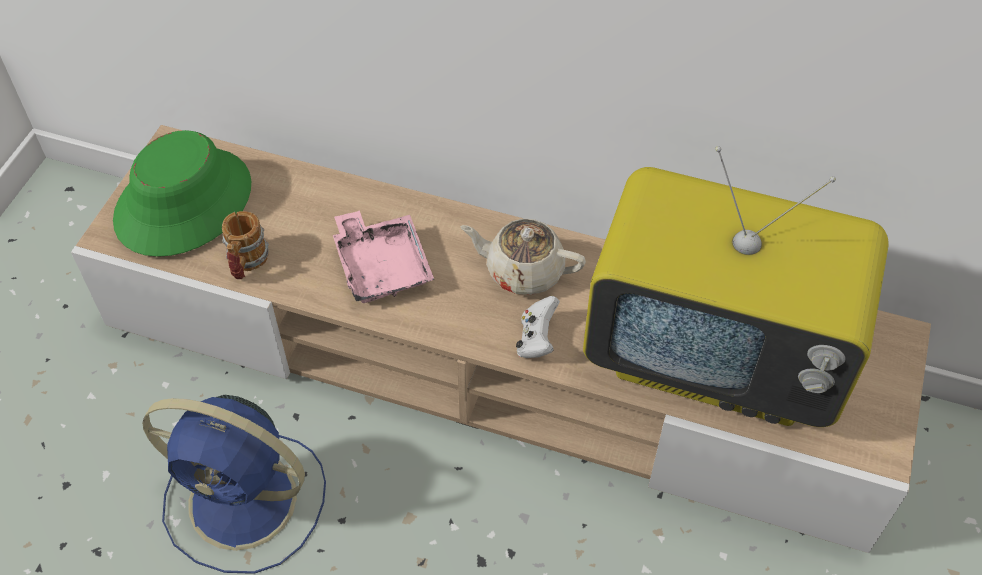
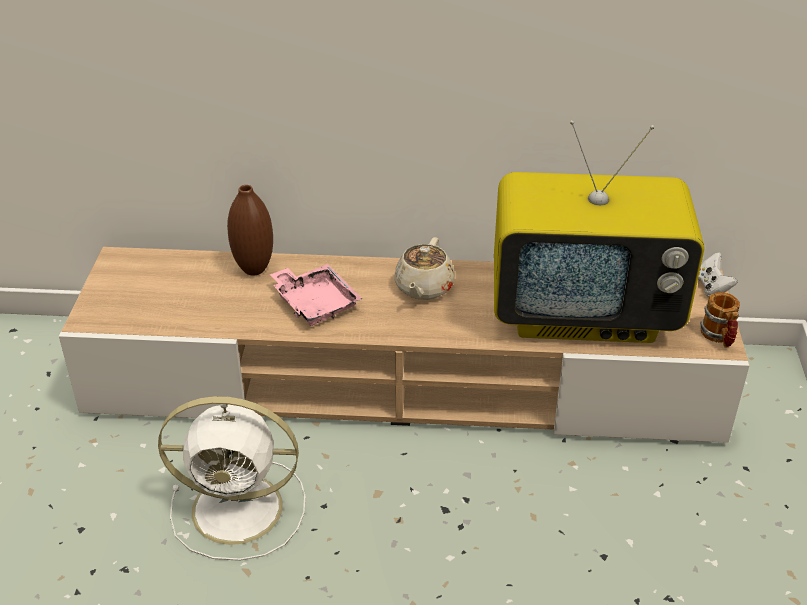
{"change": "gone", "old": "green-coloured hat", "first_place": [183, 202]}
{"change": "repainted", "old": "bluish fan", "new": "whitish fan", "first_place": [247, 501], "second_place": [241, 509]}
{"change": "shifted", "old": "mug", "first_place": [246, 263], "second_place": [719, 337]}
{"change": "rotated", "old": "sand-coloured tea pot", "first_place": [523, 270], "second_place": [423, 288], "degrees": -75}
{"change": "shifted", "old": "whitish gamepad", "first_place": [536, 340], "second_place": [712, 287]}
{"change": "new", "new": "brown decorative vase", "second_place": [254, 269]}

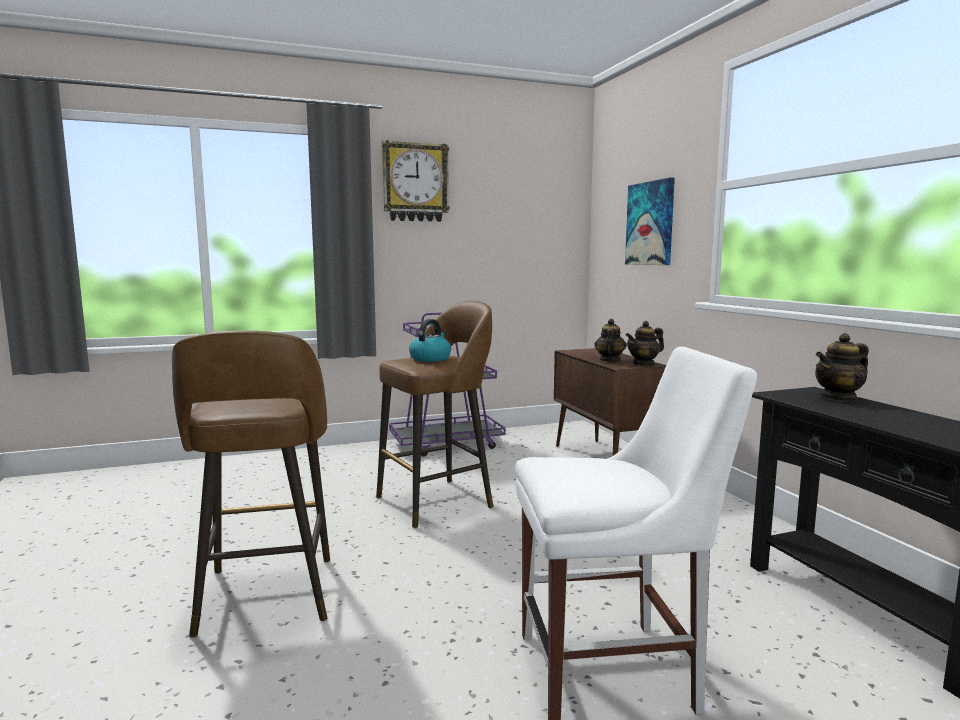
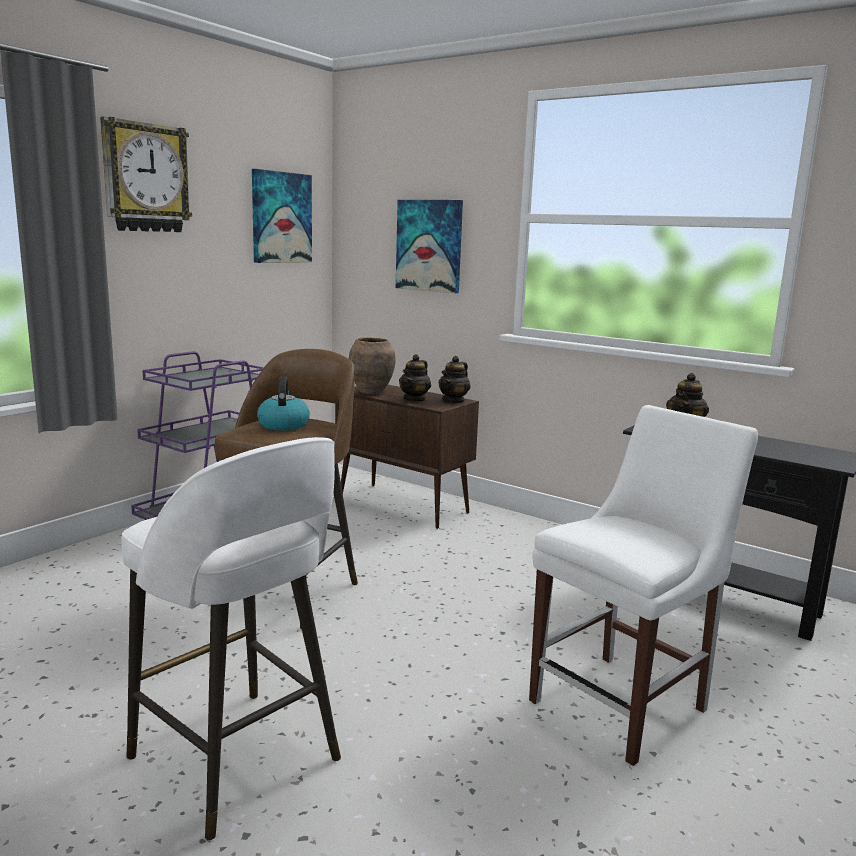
{"change": "repainted", "old": "brown stool seat", "new": "whitish stool seat", "first_place": [266, 597], "second_place": [238, 762]}
{"change": "rotated", "old": "tea pot", "first_place": [609, 360], "second_place": [415, 399], "degrees": -135}
{"change": "new", "new": "wall art", "second_place": [281, 217]}
{"change": "new", "new": "brown decorative vase", "second_place": [371, 392]}

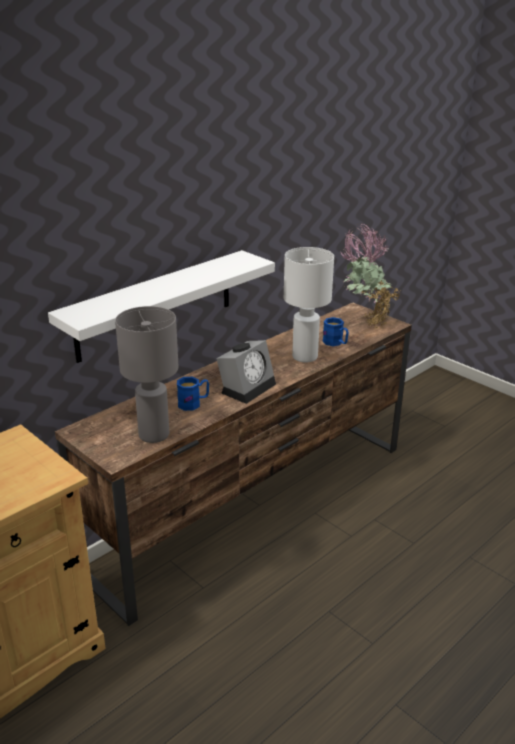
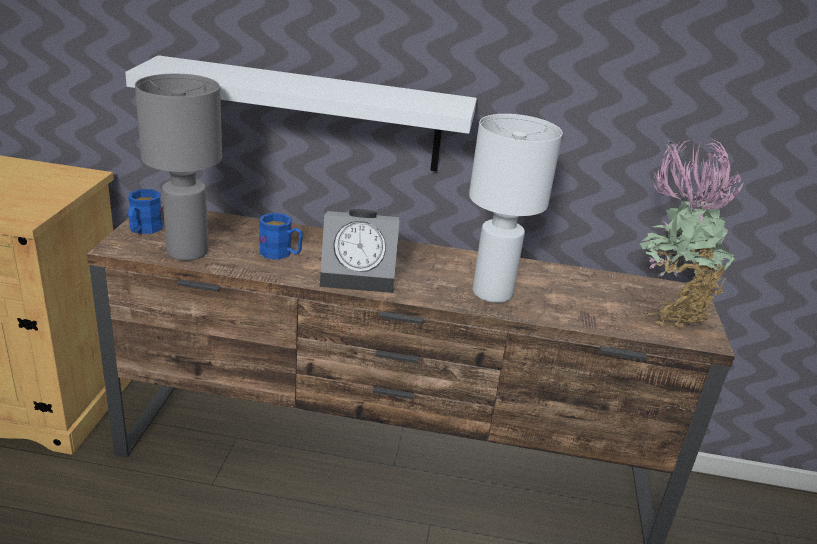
{"change": "shifted", "old": "bluish mug", "first_place": [335, 343], "second_place": [143, 230]}

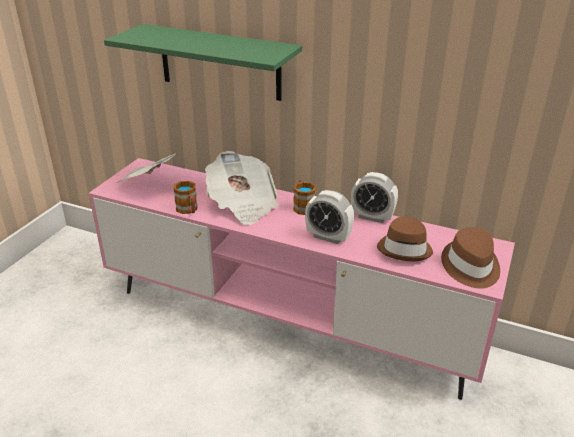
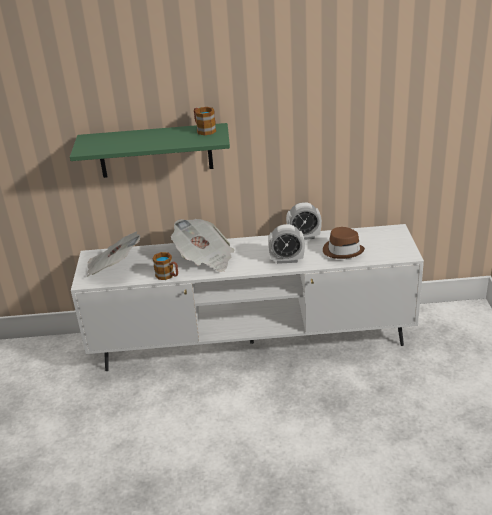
{"change": "repainted", "old": "pink-coloured tv unit", "new": "whitish tv unit", "first_place": [287, 321], "second_place": [252, 342]}
{"change": "shifted", "old": "mug", "first_place": [303, 206], "second_place": [204, 130]}
{"change": "gone", "old": "brown hat", "first_place": [470, 267]}

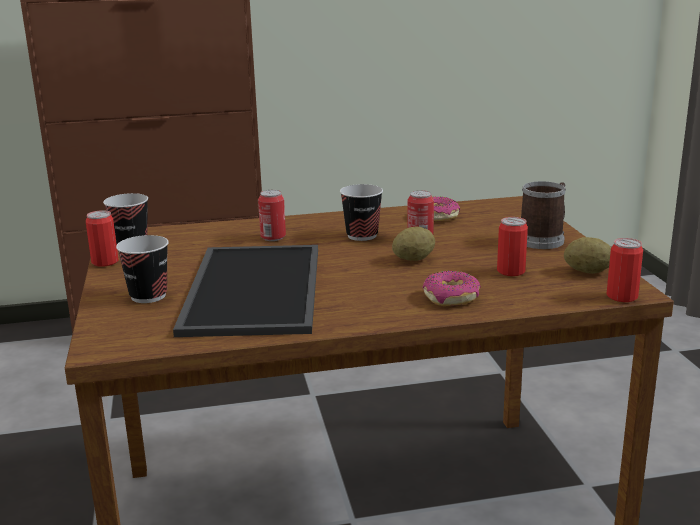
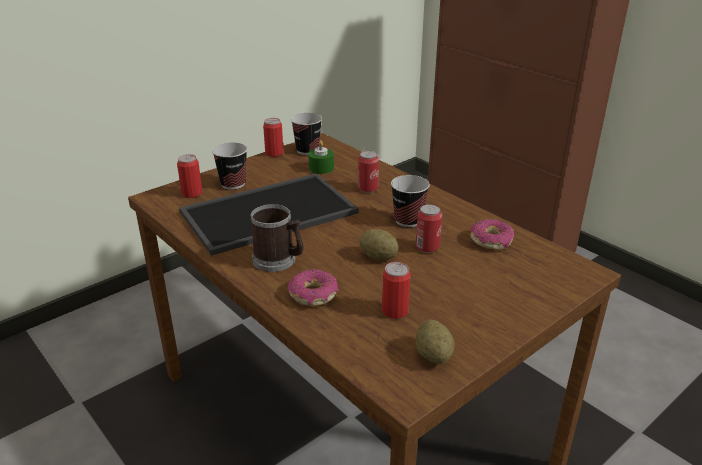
{"change": "shifted", "old": "mug", "first_place": [544, 239], "second_place": [278, 260]}
{"change": "shifted", "old": "sealed can", "first_place": [622, 296], "second_place": [192, 193]}
{"change": "new", "new": "green-coloured wax candle", "second_place": [321, 168]}

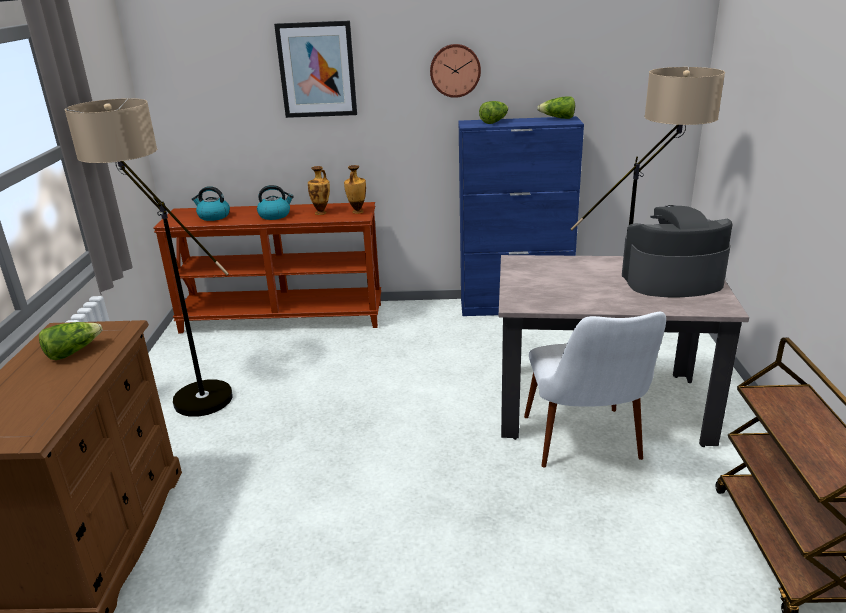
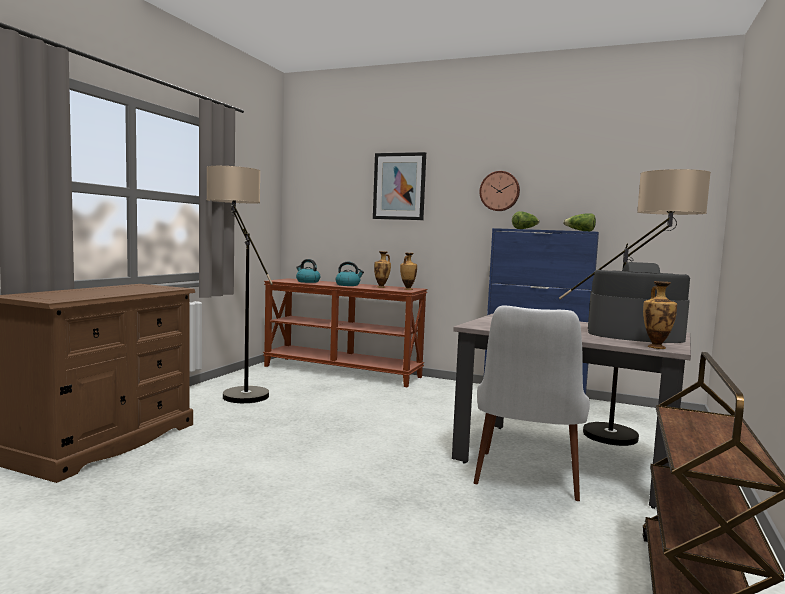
{"change": "gone", "old": "lettuce", "first_place": [73, 352]}
{"change": "new", "new": "decorative vase", "second_place": [656, 347]}

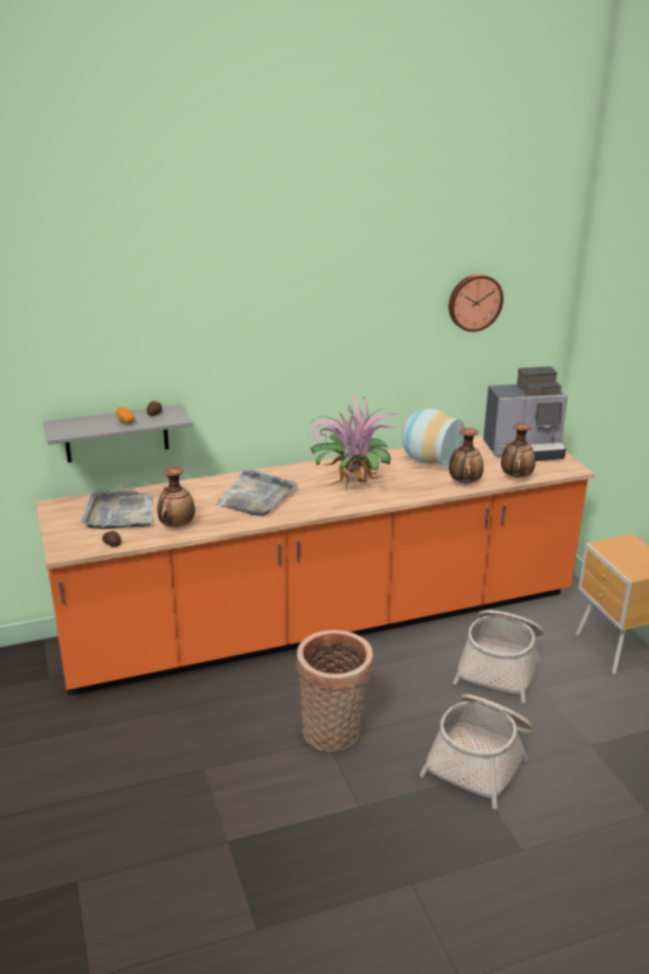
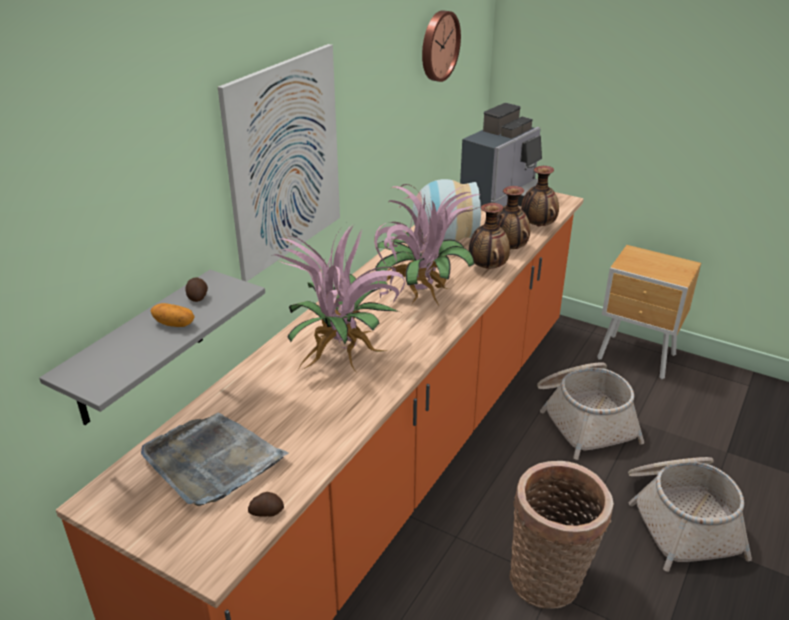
{"change": "shifted", "old": "decorative vase", "first_place": [177, 525], "second_place": [487, 267]}
{"change": "swapped", "old": "gray tray", "new": "houseplant", "first_place": [256, 496], "second_place": [344, 354]}
{"change": "new", "new": "wall art", "second_place": [285, 161]}

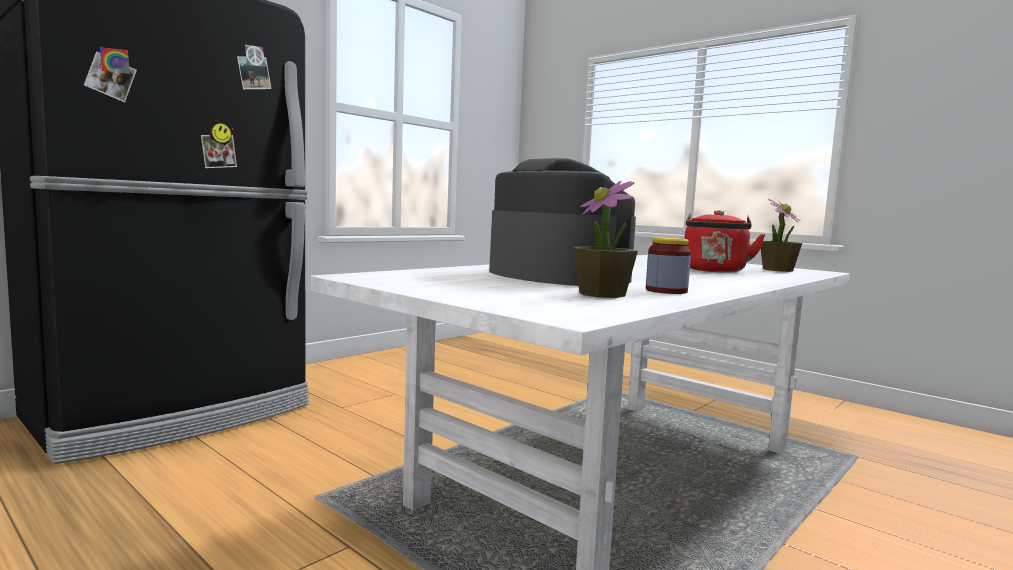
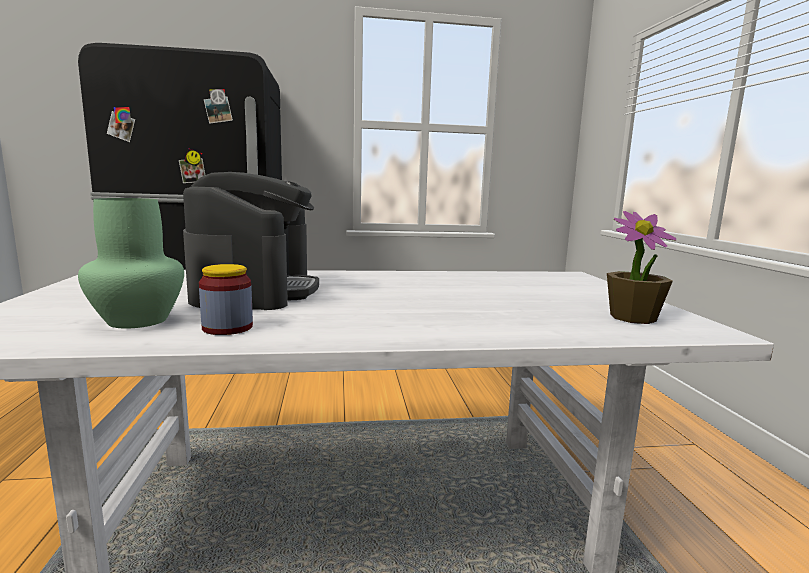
{"change": "swapped", "old": "houseplant", "new": "green-coloured decorative vase", "first_place": [602, 294], "second_place": [138, 321]}
{"change": "gone", "old": "red tea kettle", "first_place": [714, 271]}

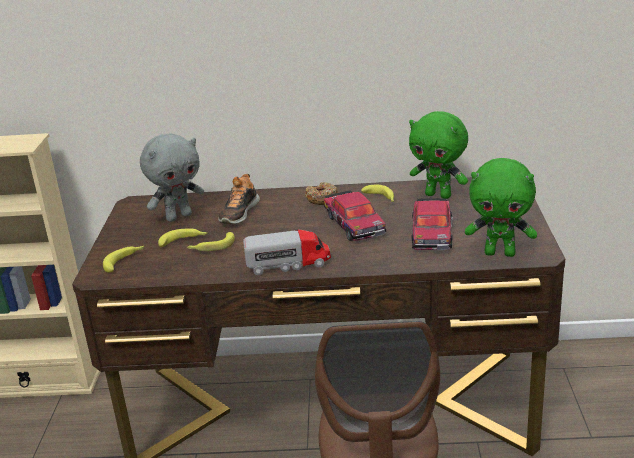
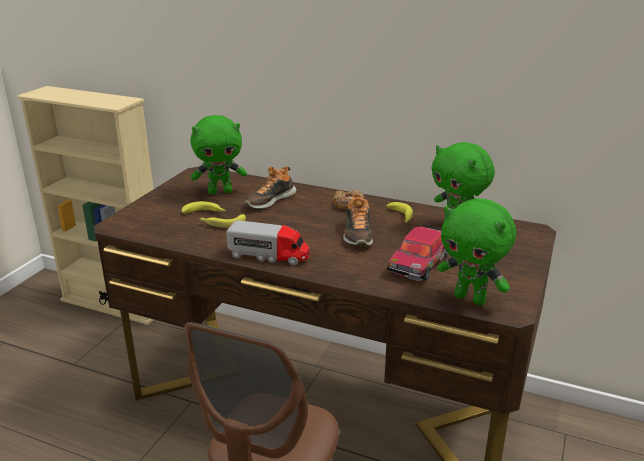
{"change": "gone", "old": "banana", "first_place": [125, 261]}
{"change": "repainted", "old": "gray cuddly toy", "new": "green-coloured cuddly toy", "first_place": [179, 216], "second_place": [220, 192]}
{"change": "swapped", "old": "model car", "new": "low shoe", "first_place": [354, 224], "second_place": [357, 234]}

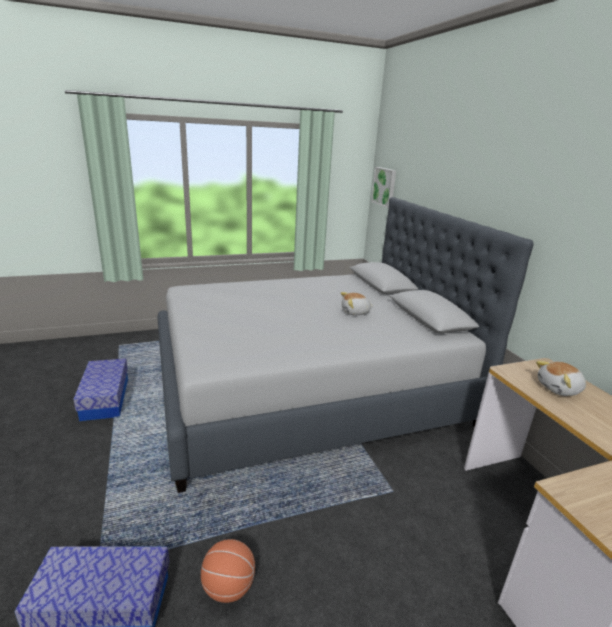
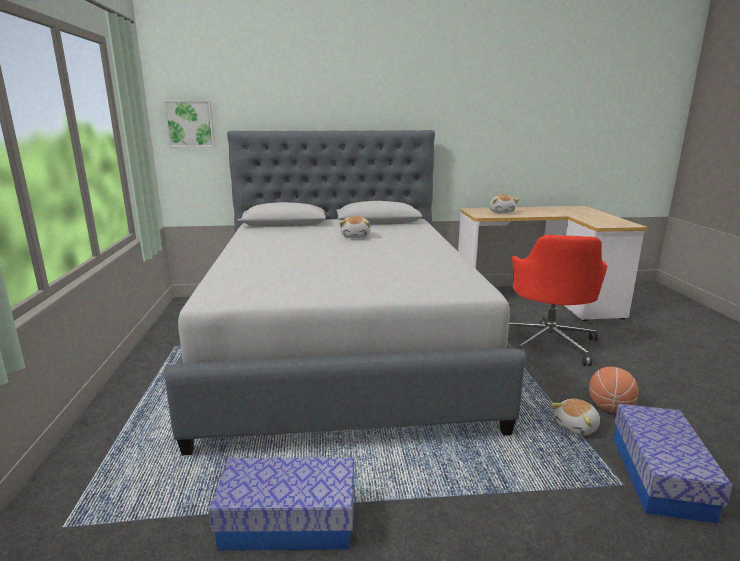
{"change": "new", "new": "red office chair", "second_place": [549, 343]}
{"change": "new", "new": "cuddly toy", "second_place": [577, 427]}

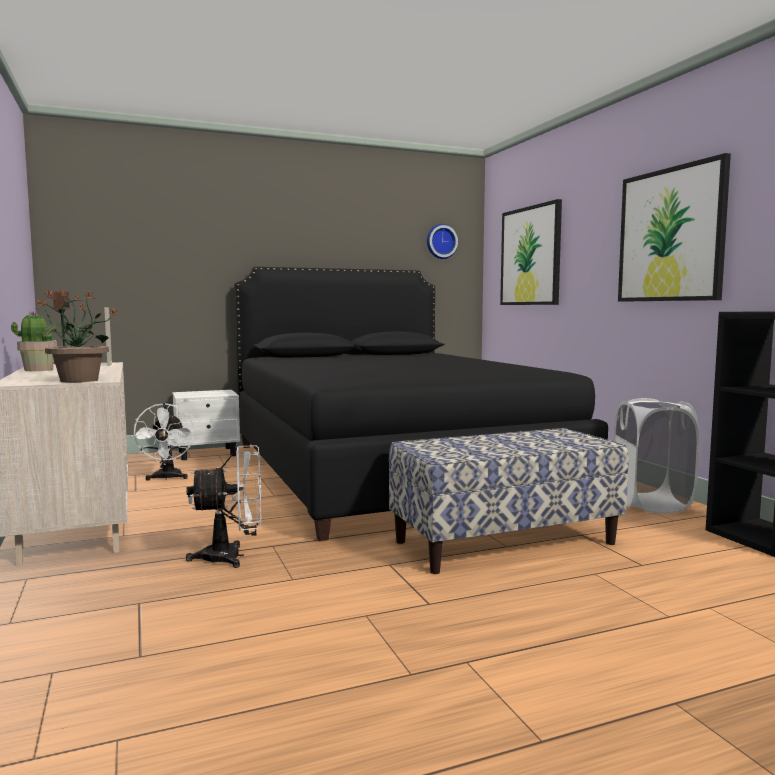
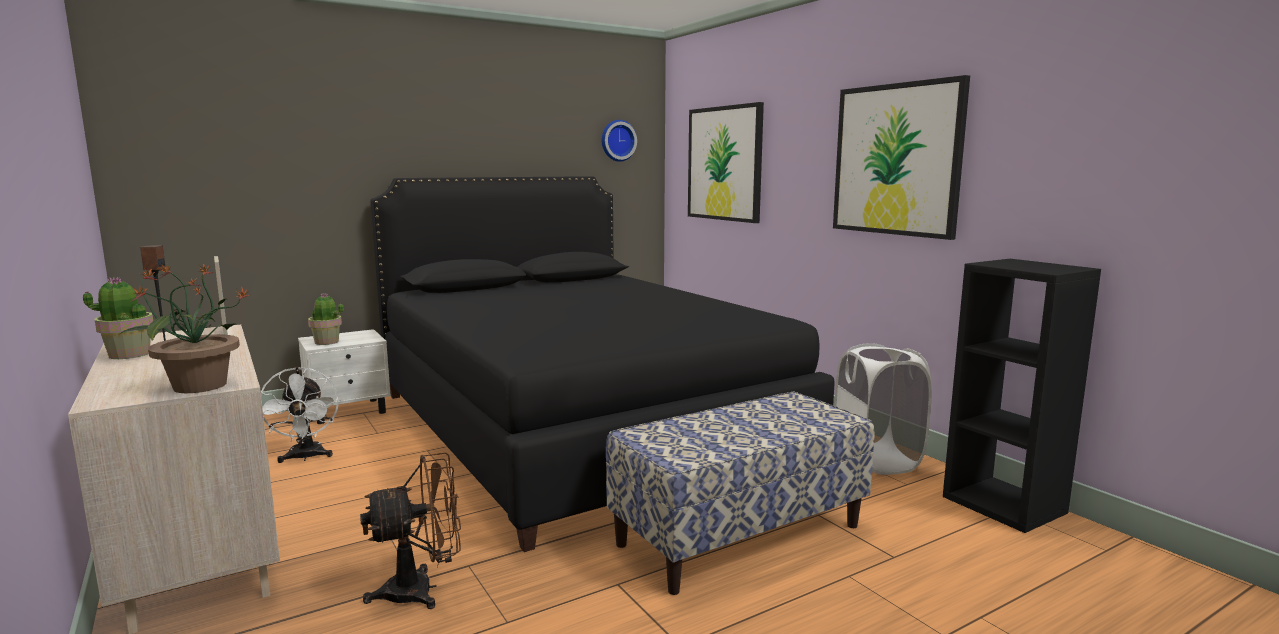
{"change": "repainted", "old": "whitish fan", "new": "brown fan", "first_place": [232, 557], "second_place": [422, 590]}
{"change": "new", "new": "houseplant", "second_place": [327, 342]}

